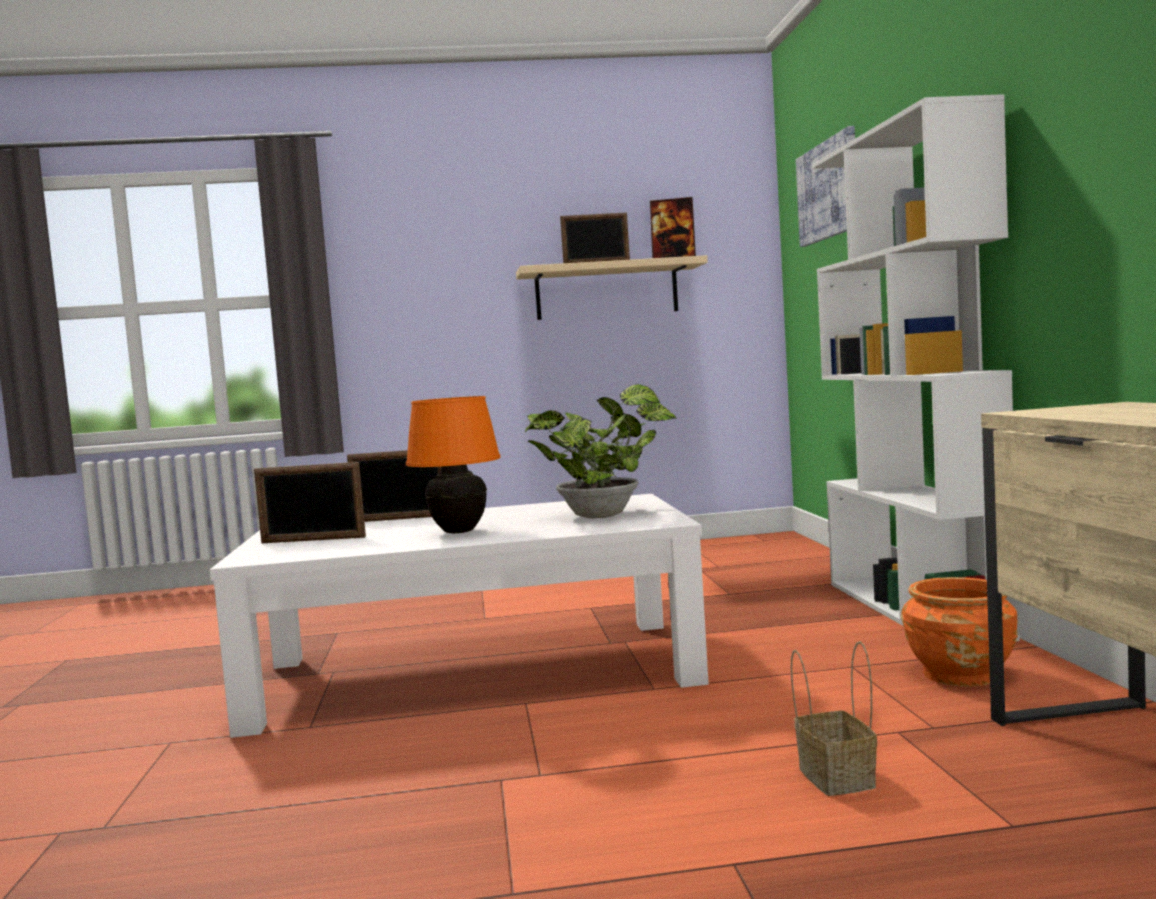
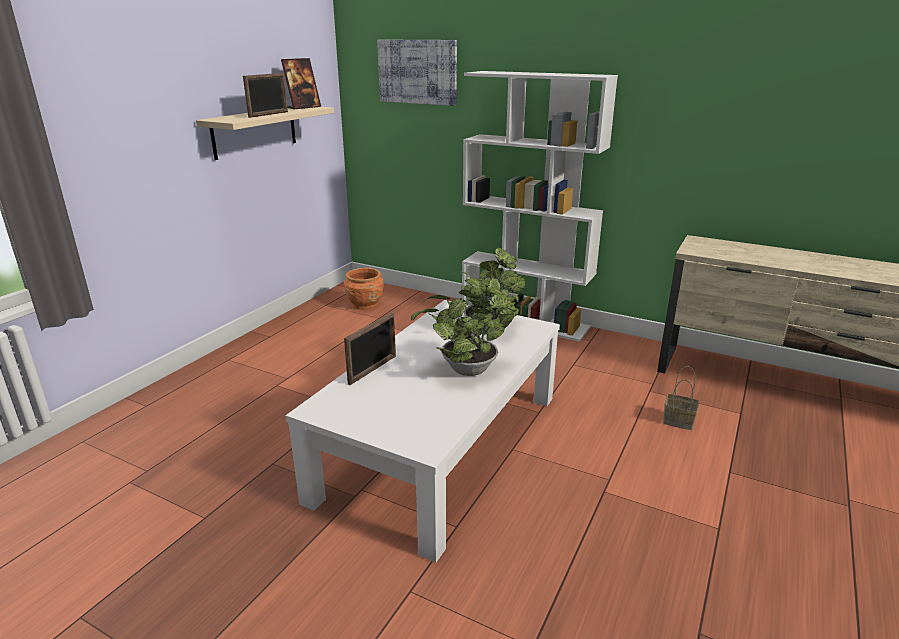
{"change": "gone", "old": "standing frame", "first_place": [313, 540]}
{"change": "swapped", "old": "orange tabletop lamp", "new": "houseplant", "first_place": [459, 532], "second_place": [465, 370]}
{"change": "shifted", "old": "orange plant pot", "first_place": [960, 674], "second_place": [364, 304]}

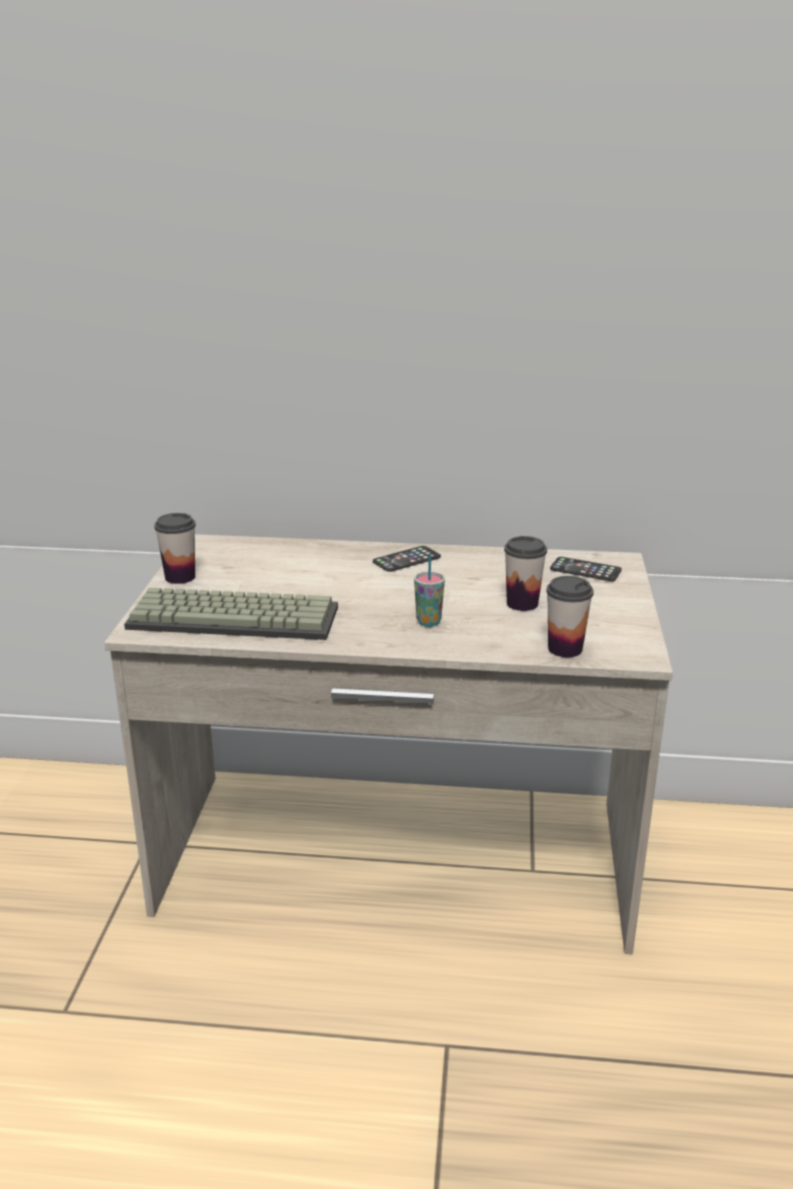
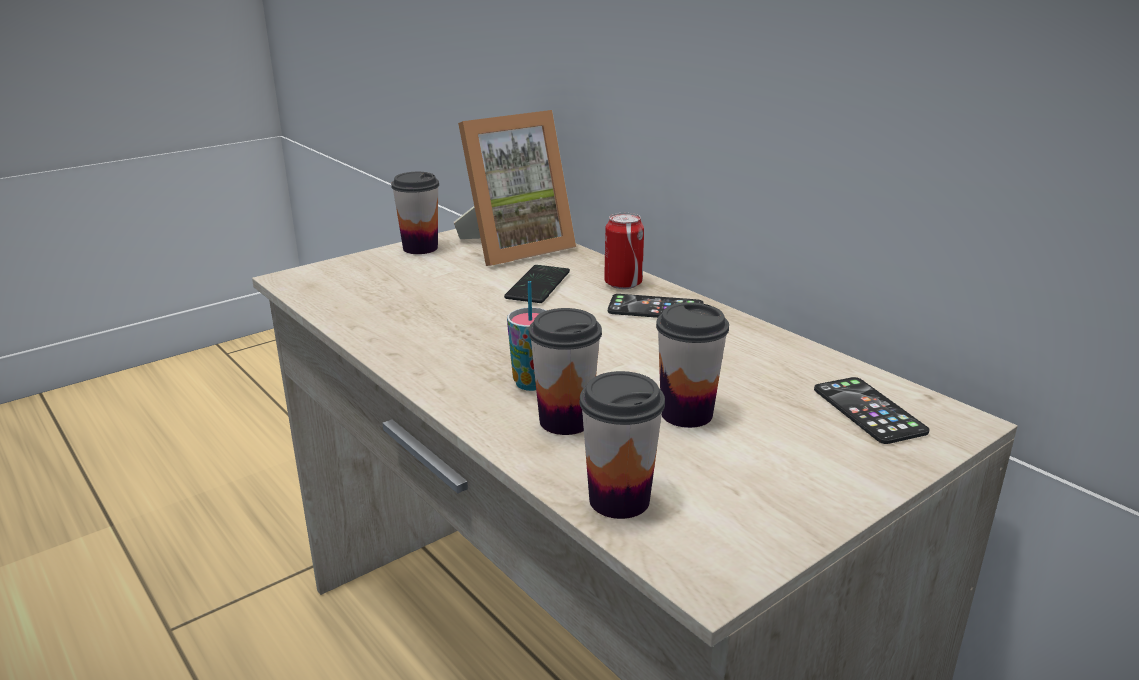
{"change": "gone", "old": "PC keyboard", "first_place": [236, 616]}
{"change": "new", "new": "standing frame", "second_place": [514, 247]}
{"change": "new", "new": "handset", "second_place": [538, 286]}
{"change": "new", "new": "small cup", "second_place": [565, 421]}
{"change": "new", "new": "sealed can", "second_place": [623, 283]}

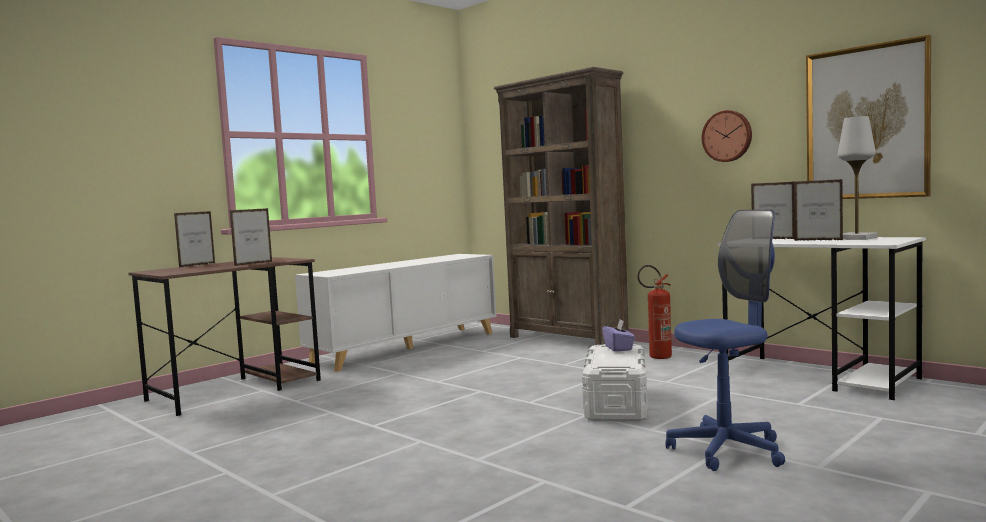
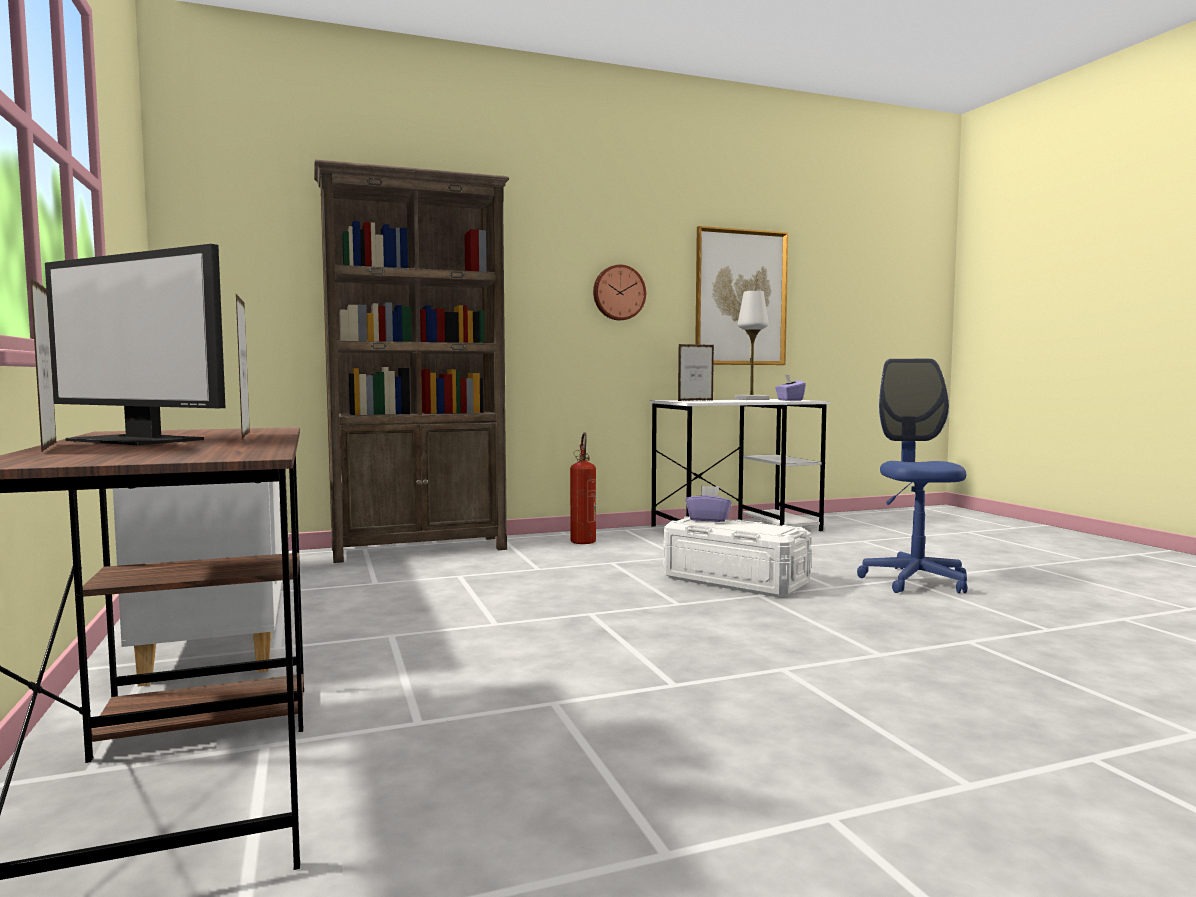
{"change": "gone", "old": "standing frame", "first_place": [818, 240]}
{"change": "new", "new": "monitor", "second_place": [138, 440]}
{"change": "new", "new": "purple-coloured tissue box", "second_place": [789, 400]}

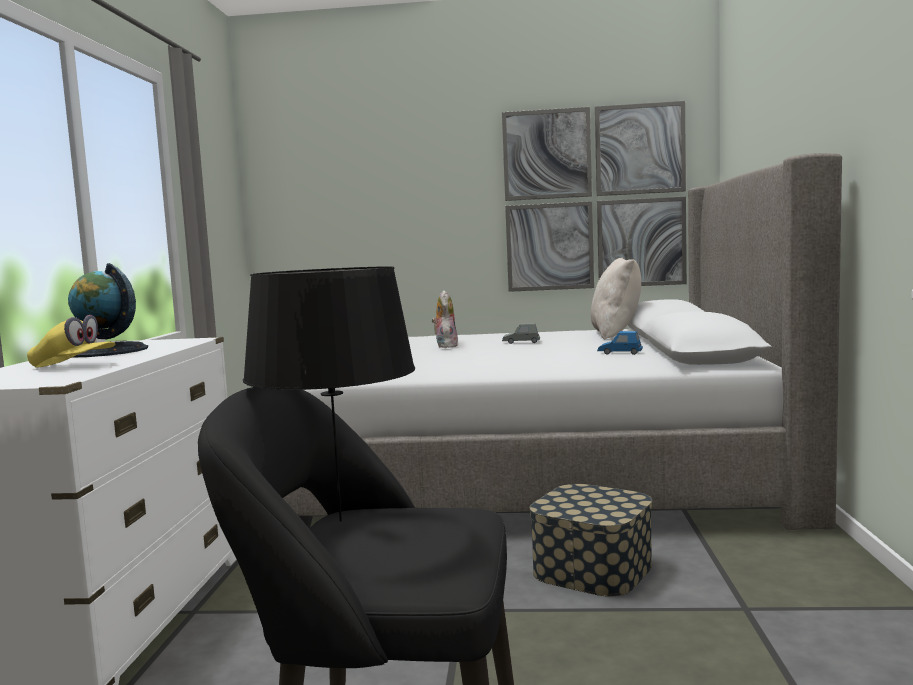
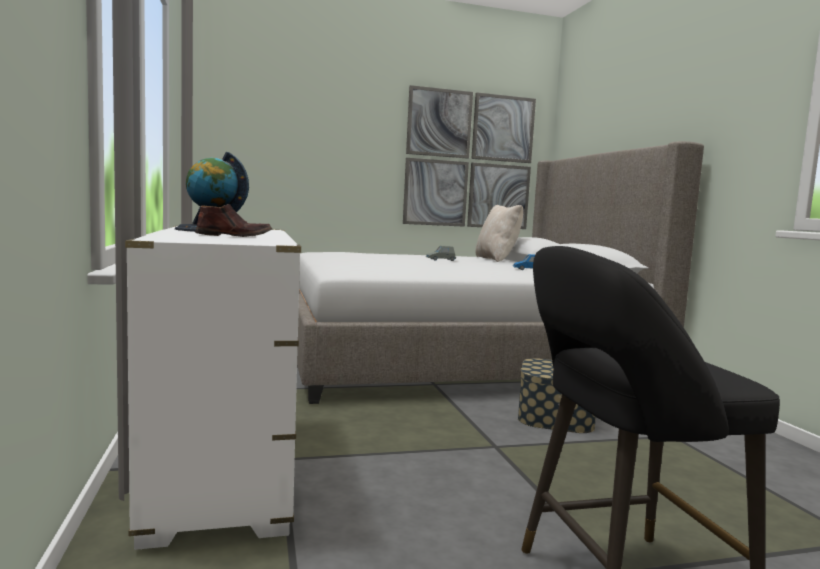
{"change": "swapped", "old": "yellowish baseball cap", "new": "brown low shoe", "first_place": [73, 366], "second_place": [234, 236]}
{"change": "gone", "old": "blackish tabletop lamp", "first_place": [339, 521]}
{"change": "gone", "old": "cuddly toy", "first_place": [445, 346]}

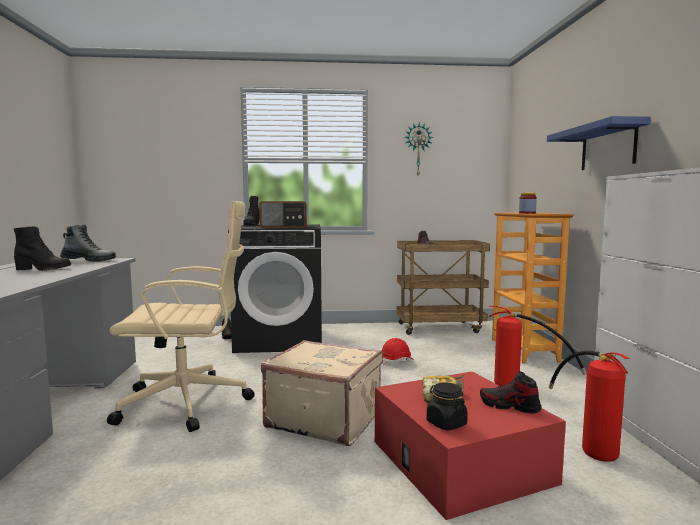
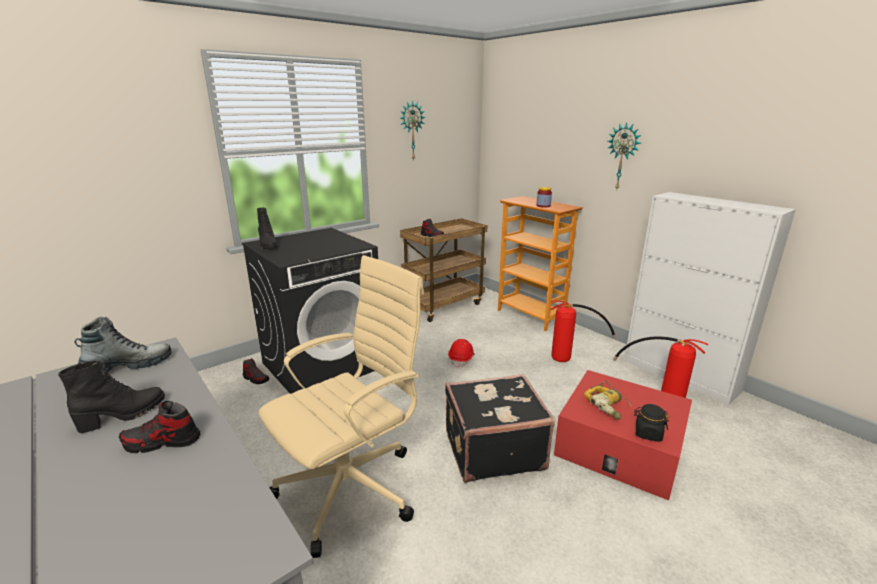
{"change": "gone", "old": "radio receiver", "first_place": [283, 227]}
{"change": "repainted", "old": "sand-coloured travel case", "new": "blackish travel case", "first_place": [324, 419], "second_place": [492, 449]}
{"change": "shifted", "old": "low shoe", "first_place": [509, 406], "second_place": [162, 442]}
{"change": "swapped", "old": "bluish bracket shelf", "new": "hanging clock", "first_place": [608, 147], "second_place": [623, 157]}

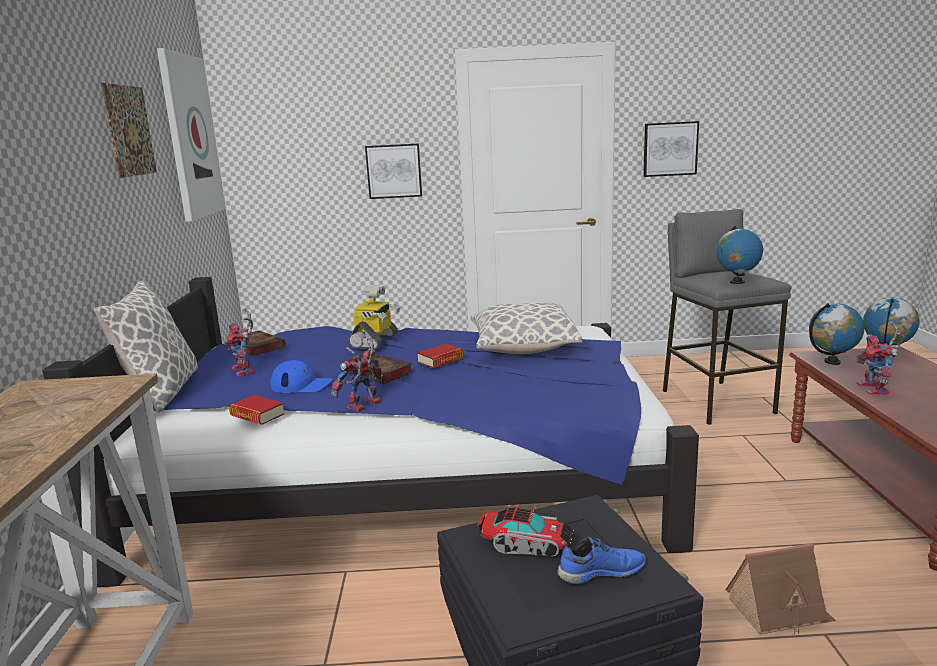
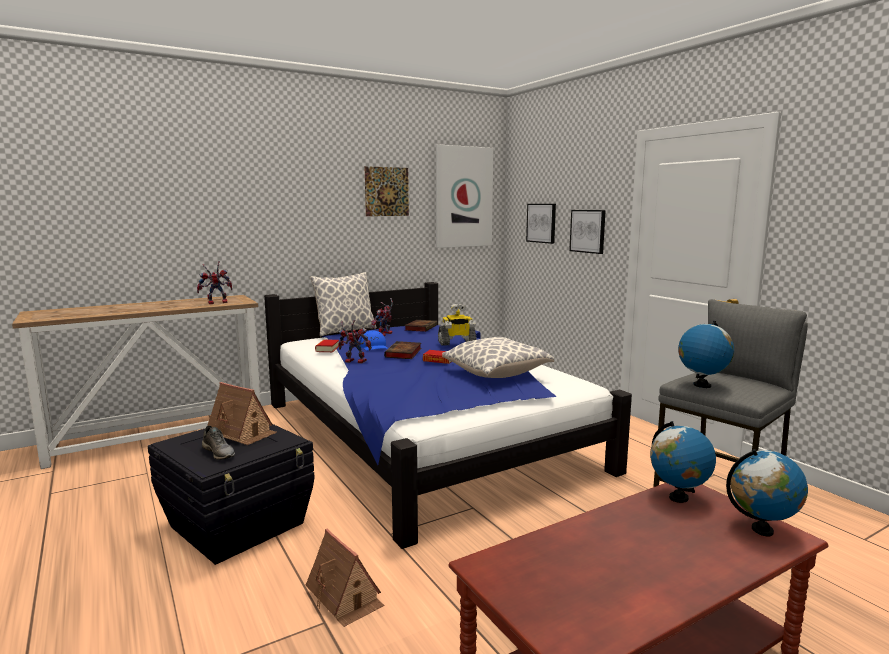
{"change": "swapped", "old": "toy lorry", "new": "toy house", "first_place": [526, 544], "second_place": [242, 433]}
{"change": "repainted", "old": "bluish low shoe", "new": "gray low shoe", "first_place": [601, 571], "second_place": [219, 452]}
{"change": "shifted", "old": "wall art", "first_place": [670, 149], "second_place": [541, 223]}
{"change": "shifted", "old": "robot figure", "first_place": [876, 390], "second_place": [216, 303]}

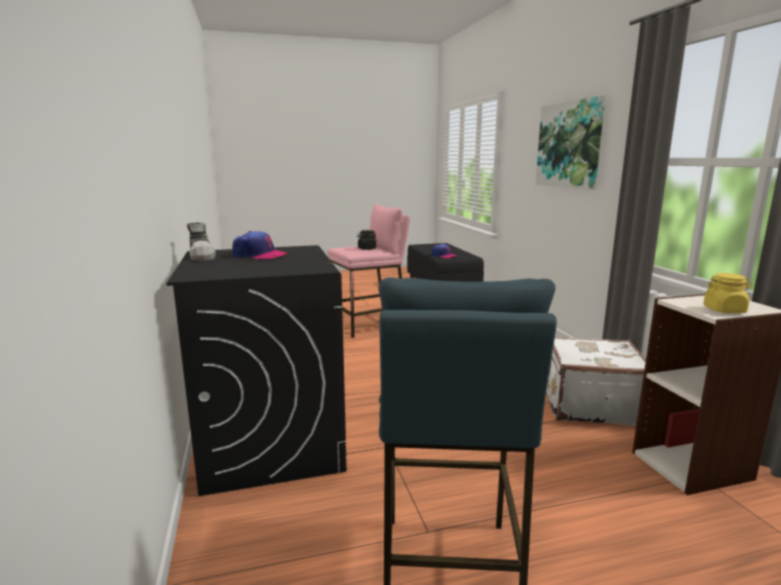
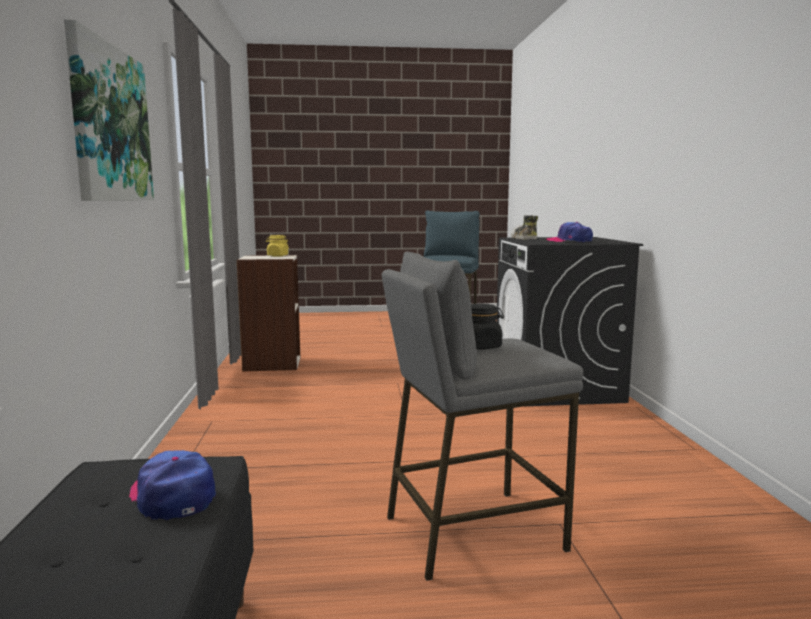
{"change": "shifted", "old": "low shoe", "first_place": [202, 256], "second_place": [524, 238]}
{"change": "repainted", "old": "pink-coloured stool seat", "new": "gray stool seat", "first_place": [369, 325], "second_place": [472, 532]}
{"change": "gone", "old": "whitish travel case", "first_place": [589, 405]}

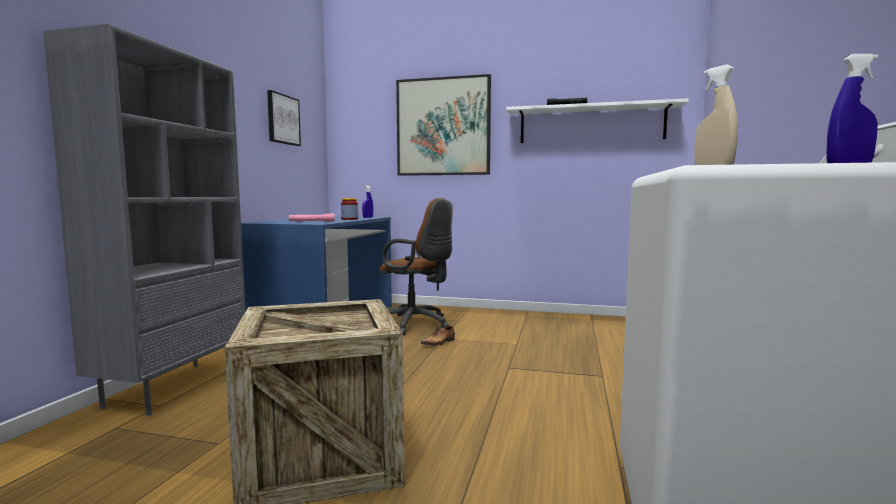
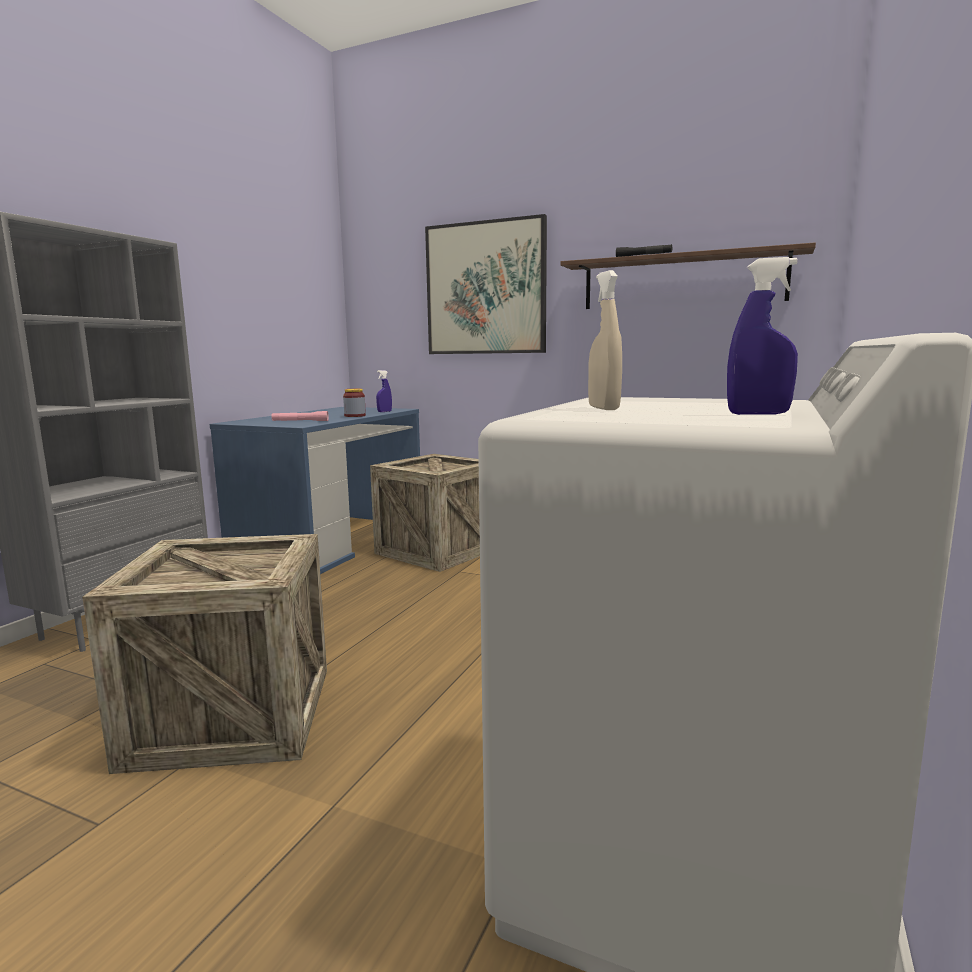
{"change": "gone", "old": "wall art", "first_place": [283, 119]}
{"change": "swapped", "old": "brown office chair", "new": "packing crate", "first_place": [416, 325], "second_place": [437, 550]}
{"change": "gone", "old": "low shoe", "first_place": [439, 343]}
{"change": "repainted", "old": "whitish bracket shelf", "new": "brown bracket shelf", "first_place": [591, 124], "second_place": [682, 281]}

